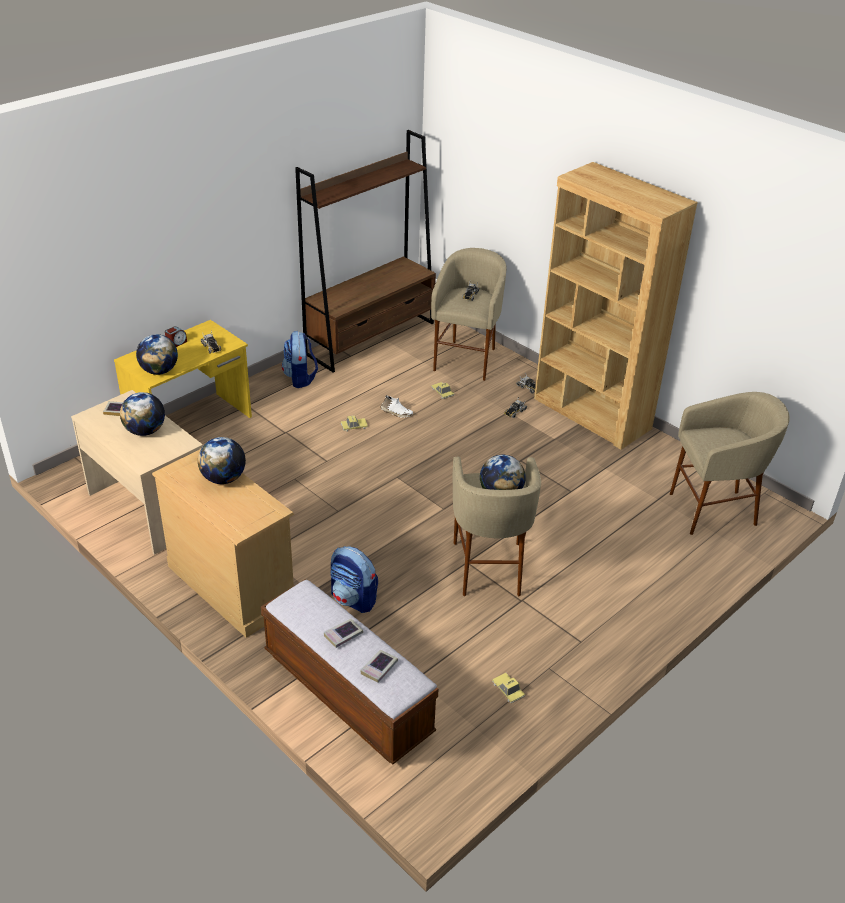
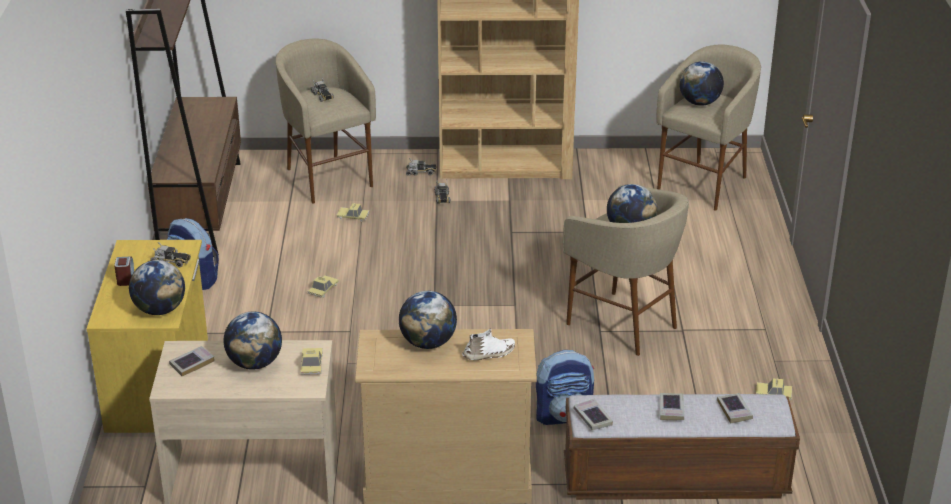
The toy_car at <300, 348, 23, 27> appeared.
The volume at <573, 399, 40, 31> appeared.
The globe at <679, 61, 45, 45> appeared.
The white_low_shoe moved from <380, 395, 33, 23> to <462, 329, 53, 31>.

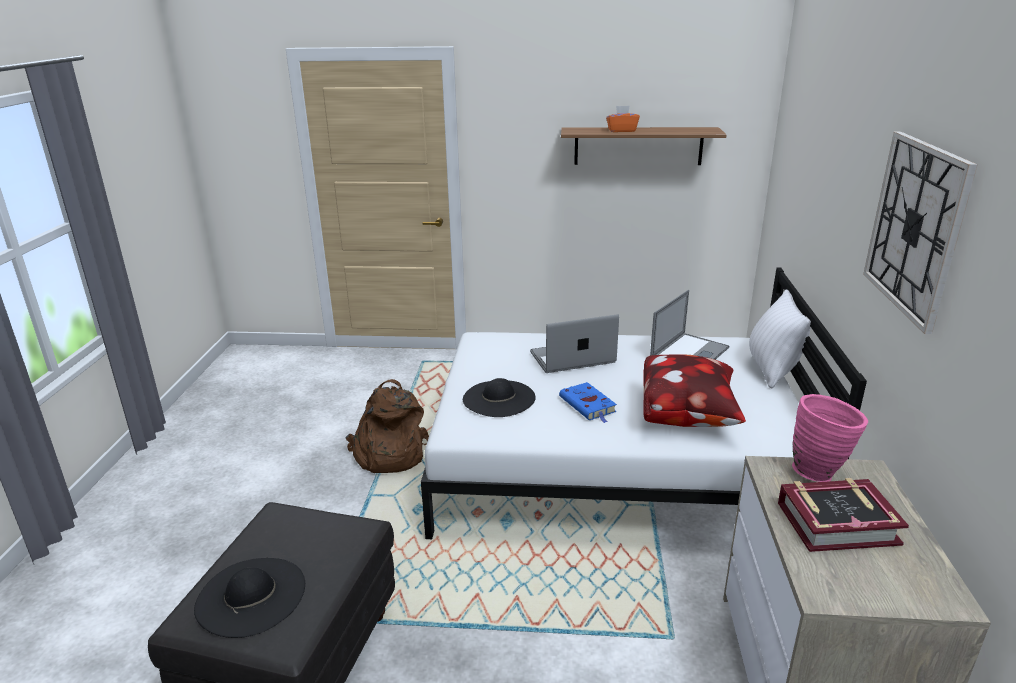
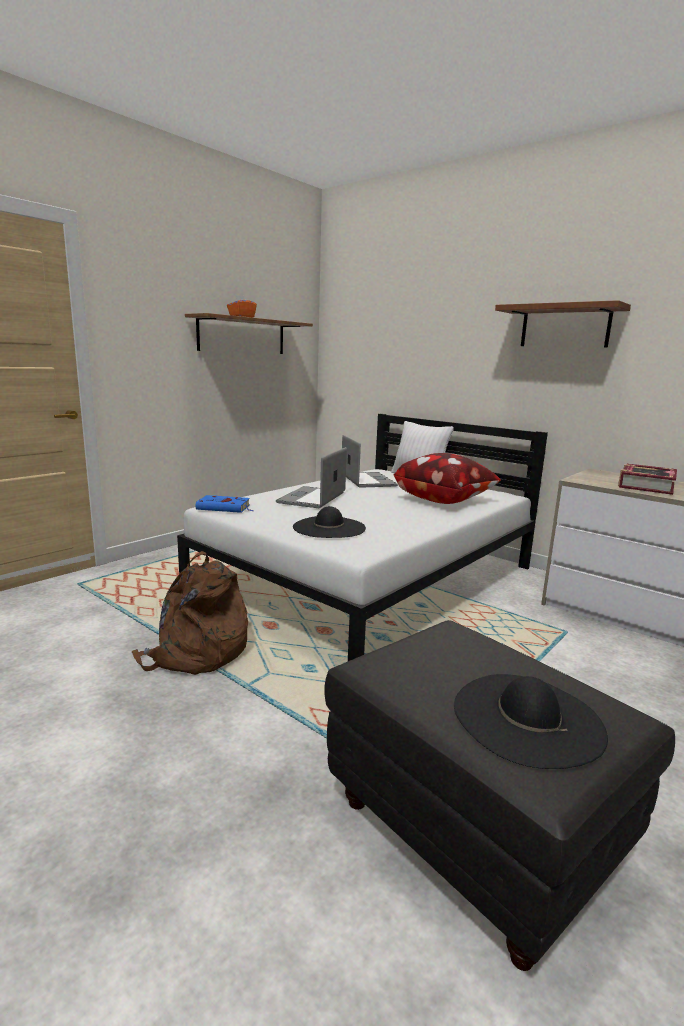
The pink_decorative_vase at <792, 394, 76, 88> disappeared.
The bluish_volume moved from <559, 382, 58, 41> to <196, 495, 58, 18>.
The wall_clock at <863, 132, 115, 202> was replaced by the brown-coloured_shelf at <495, 300, 136, 48>.

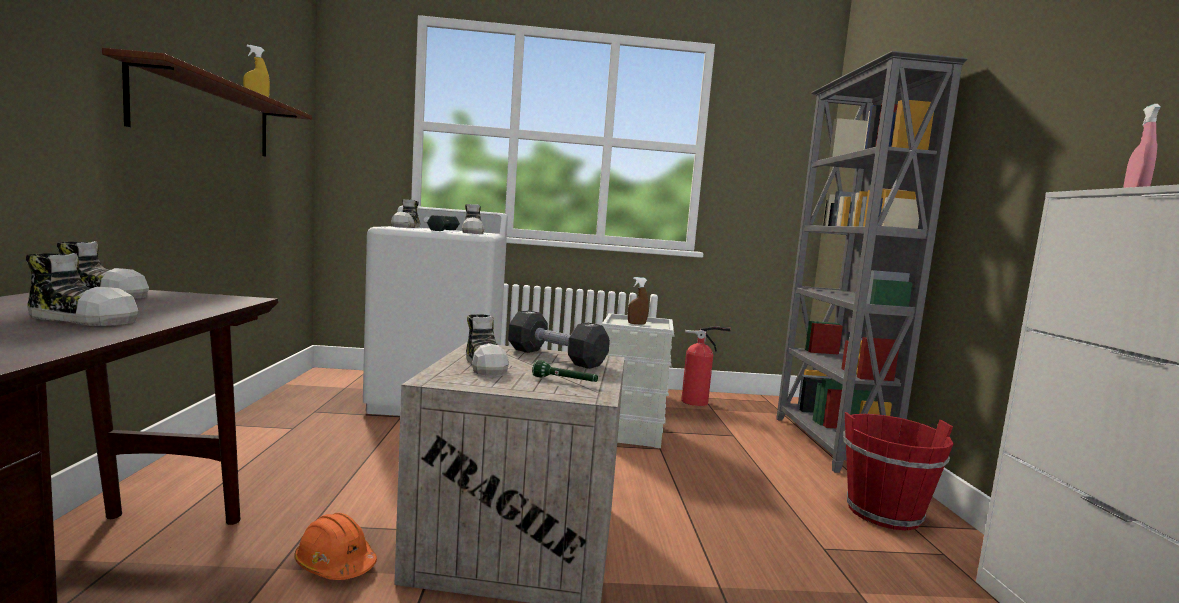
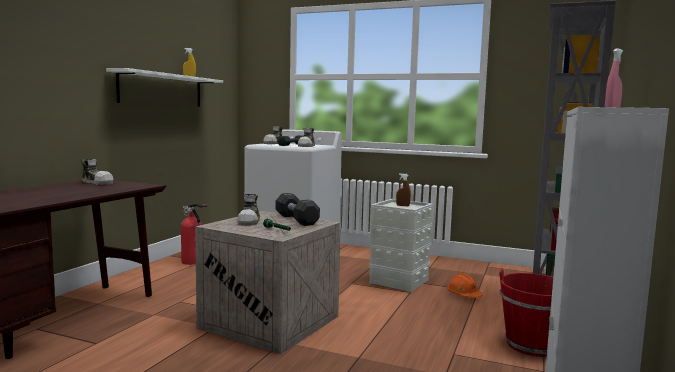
The low_shoe at <26, 253, 112, 73> disappeared.
The orange_work_helmet moved from <294, 513, 83, 67> to <447, 274, 35, 24>.
The extinguisher moved from <681, 326, 49, 80> to <181, 204, 27, 61>.
The brown-coloured_shelf at <102, 48, 210, 109> became the white_shelf at <106, 68, 117, 39>.

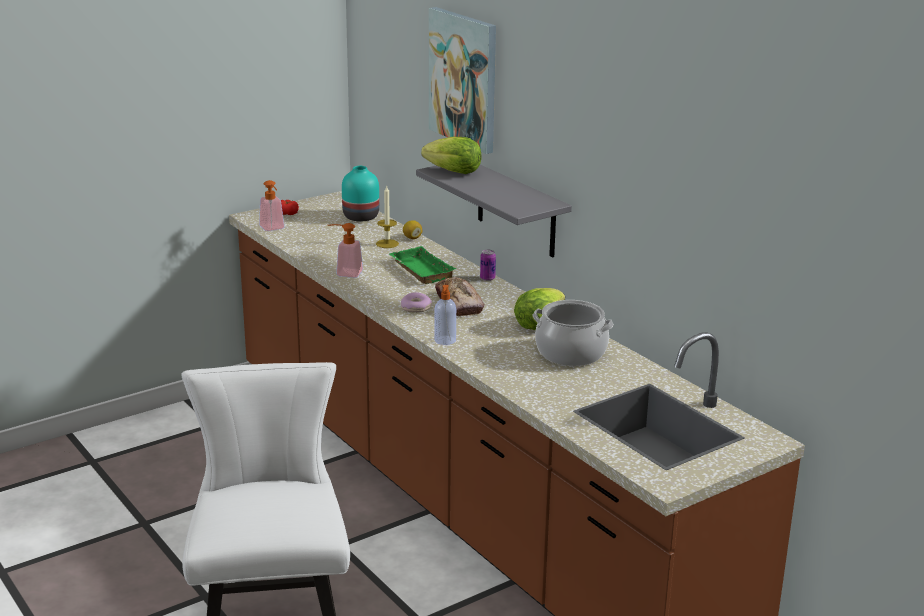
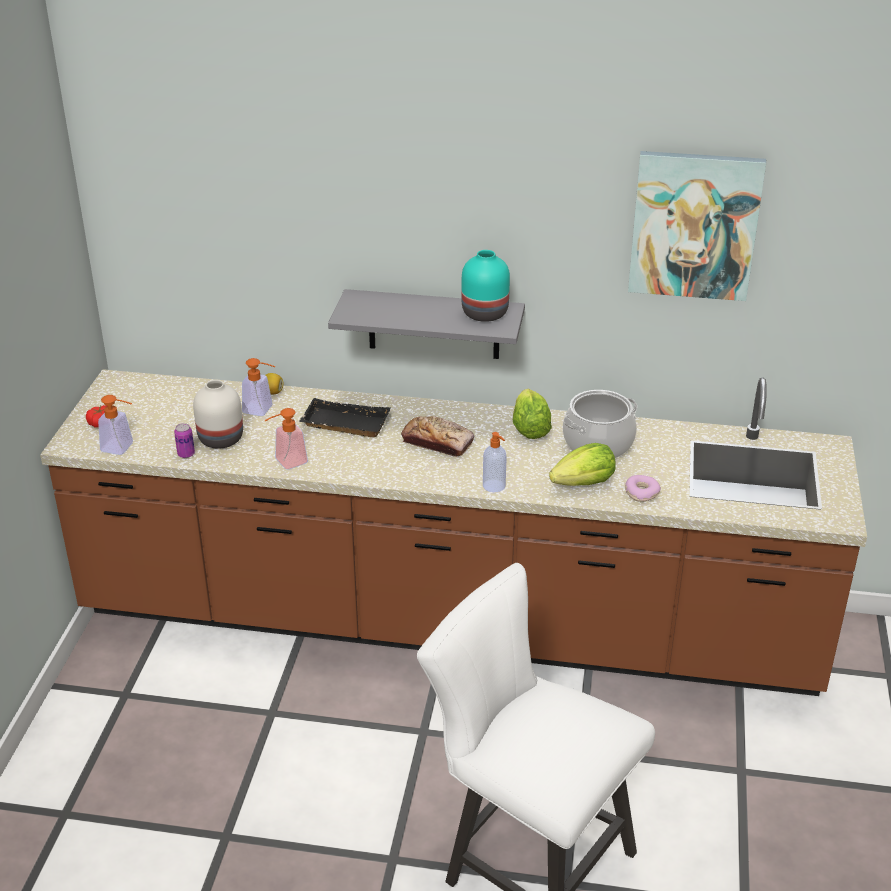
The white_decorative_vase at <193, 380, 50, 69> appeared.
The blue-green_decorative_vase moved from <342, 166, 37, 55> to <461, 250, 49, 72>.
The donut moved from <401, 292, 31, 21> to <625, 475, 36, 27>.
The lettuce moved from <421, 137, 60, 37> to <549, 443, 67, 43>.
The wall_picture moved from <429, 7, 67, 147> to <628, 151, 138, 150>.
The sealed_can moved from <480, 250, 16, 31> to <174, 423, 21, 35>.
The wax_light at <376, 185, 23, 63> was replaced by the soap_dispenser at <242, 358, 33, 58>.
The green-coloured_serving_tray at <389, 246, 67, 38> became the black_serving_tray at <299, 398, 91, 39>.

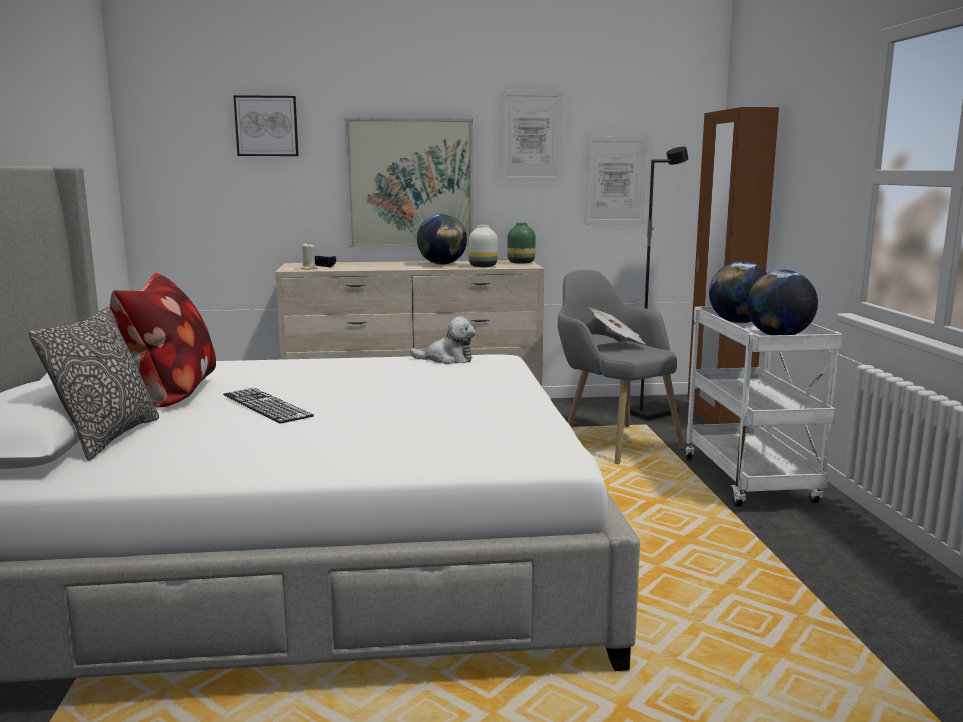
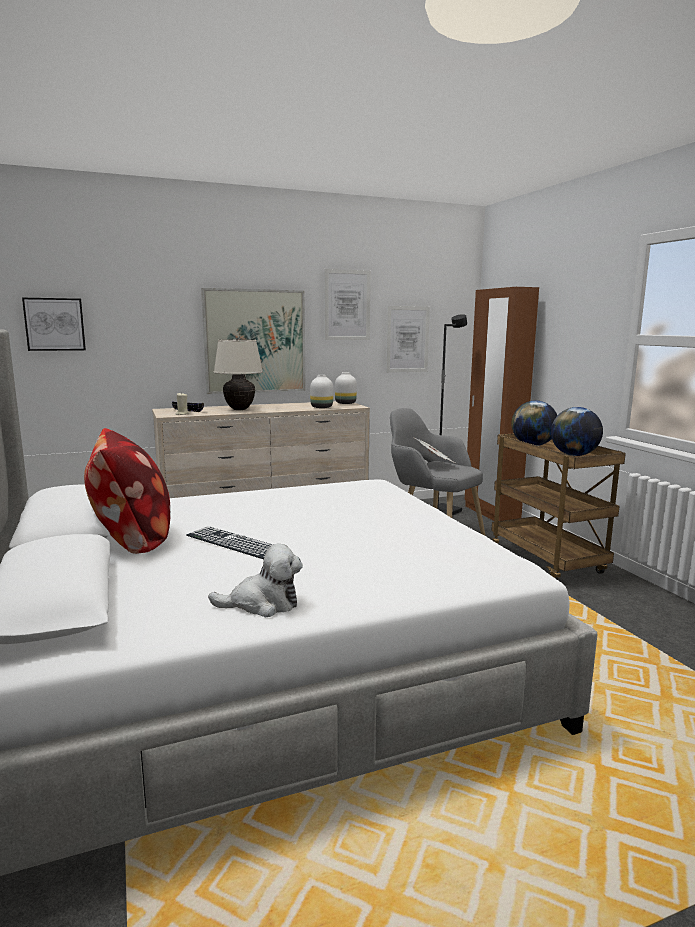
The cushion at <29, 307, 130, 154> disappeared.
The globe at <417, 214, 50, 51> disappeared.
The beige_lamp_for_a_table at <214, 339, 49, 71> appeared.
The wall_picture moved from <233, 95, 66, 61> to <22, 298, 64, 53>.
The cuddly_toy moved from <410, 316, 66, 48> to <208, 544, 95, 73>.
The green-coloured_decorative_vase at <507, 223, 29, 41> became the white_decorative_vase at <335, 372, 22, 32>.
The white_wheeled_cart at <685, 306, 158, 201> became the brown-coloured_wheeled_cart at <491, 433, 135, 147>.

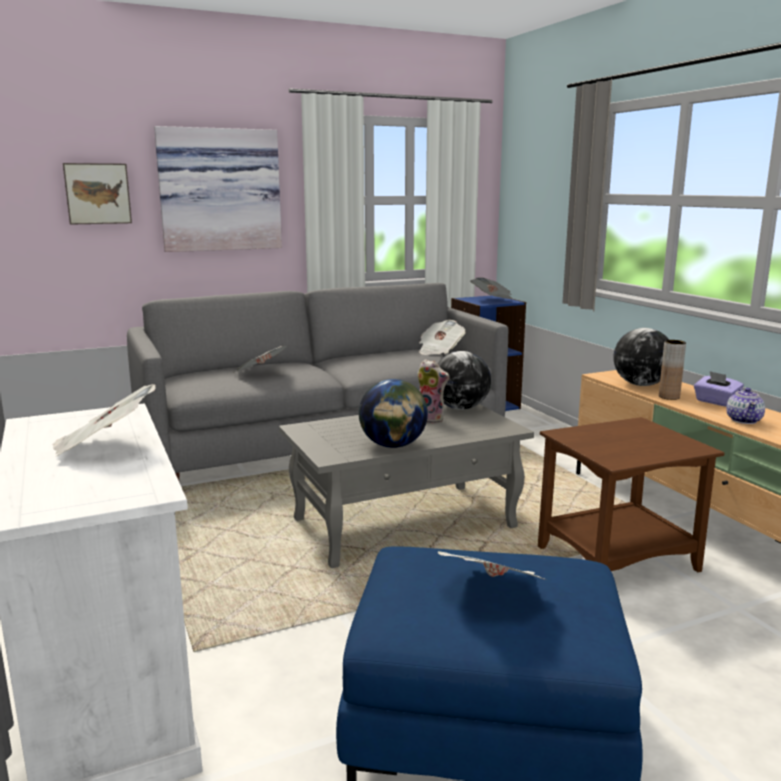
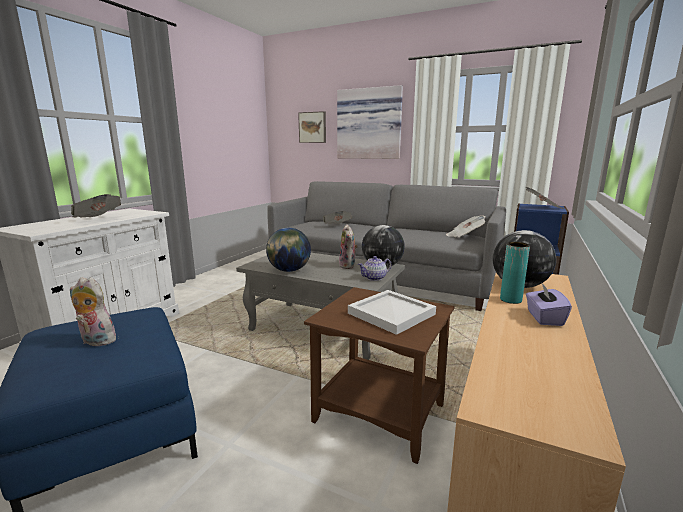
The white_serving_tray at <348, 290, 88, 45> appeared.
The tea_pot moved from <726, 388, 39, 36> to <358, 256, 33, 25>.
The daily_paper at <437, 551, 109, 29> was replaced by the cuddly_toy at <70, 277, 46, 69>.
The brown-coloured_decorative_vase at <659, 340, 27, 60> became the blue-green_decorative_vase at <500, 242, 30, 62>.

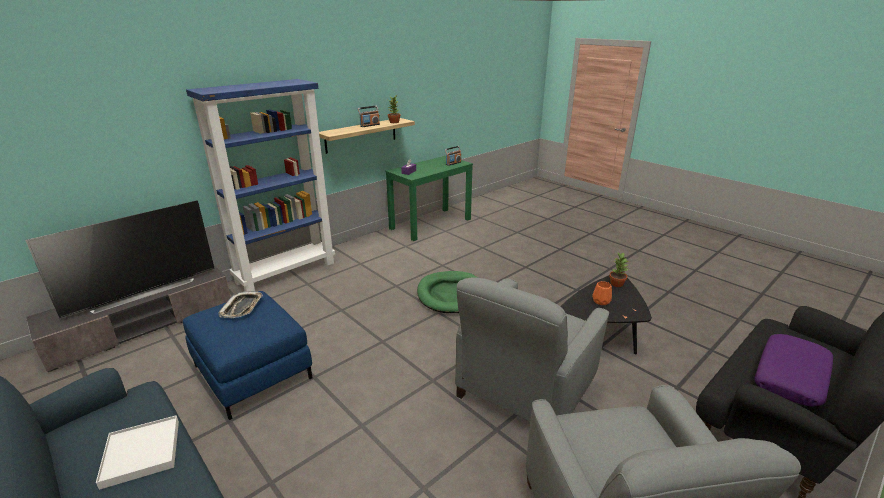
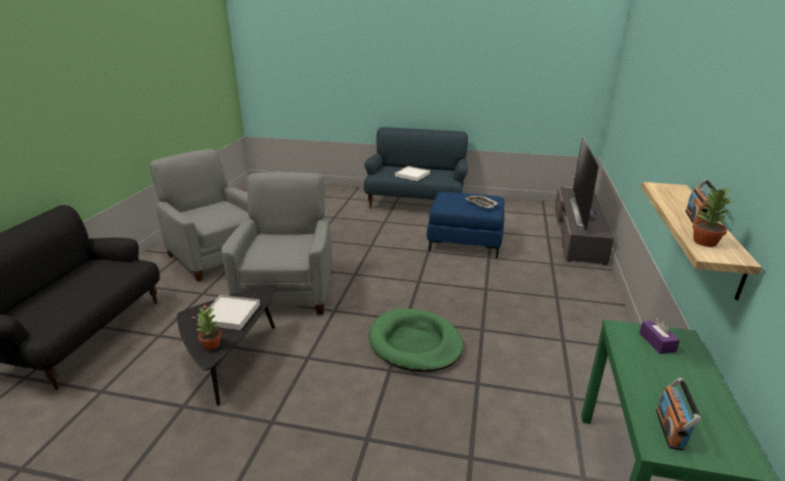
The bluish_bookcase at <186, 79, 149, 212> disappeared.
The purplish_cushion at <754, 334, 79, 73> disappeared.
The orange_decorative_vase at <592, 281, 20, 24> was replaced by the white_serving_tray at <198, 295, 62, 35>.

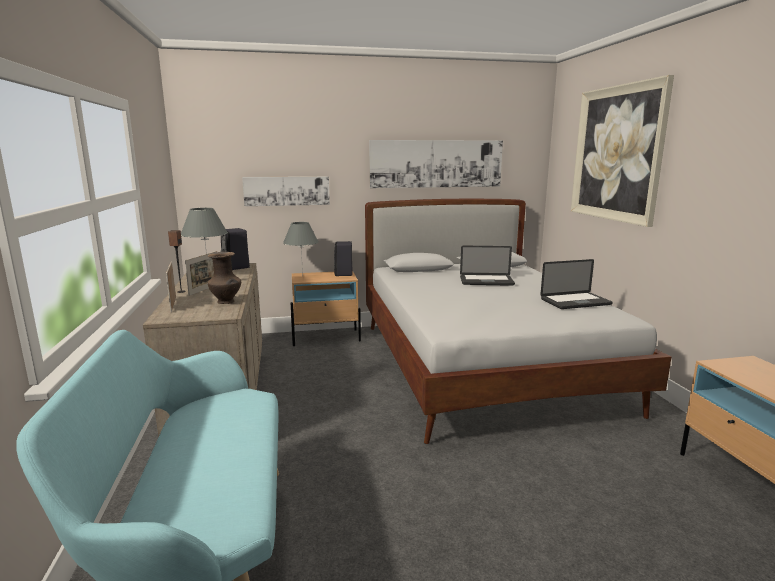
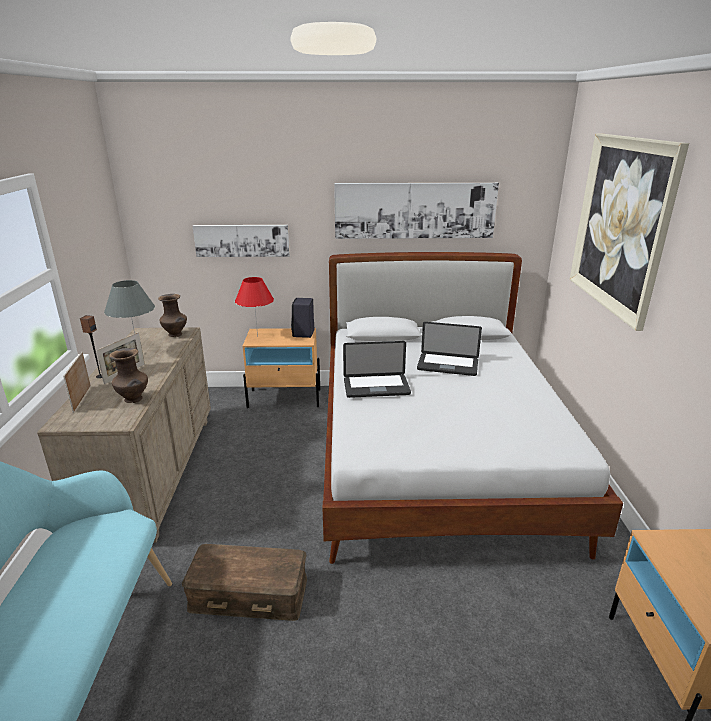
The brown-coloured_storage_container at <182, 544, 125, 77> appeared.
The notebook_computer moved from <540, 259, 72, 50> to <343, 341, 68, 57>.
The black_loudspeaker at <221, 228, 29, 42> was replaced by the brown-coloured_decorative_vase at <158, 294, 29, 43>.
The gray_lamp_for_a_table at <283, 222, 36, 56> became the red_lamp_for_a_table at <235, 277, 39, 60>.

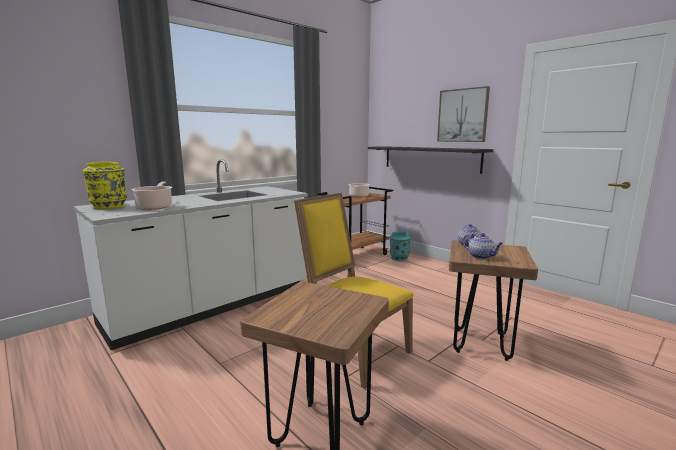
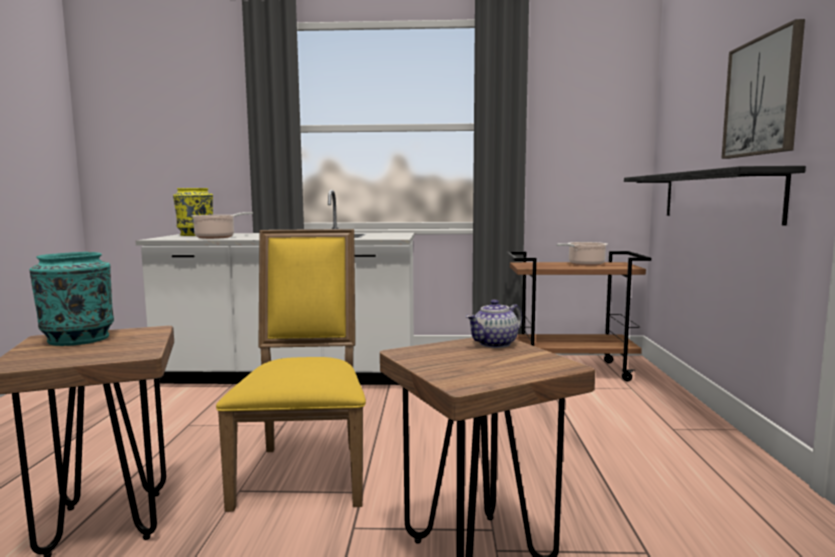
The tea_pot at <462, 233, 41, 26> disappeared.
The blue-green_decorative_vase moved from <390, 232, 21, 29> to <29, 252, 85, 94>.

